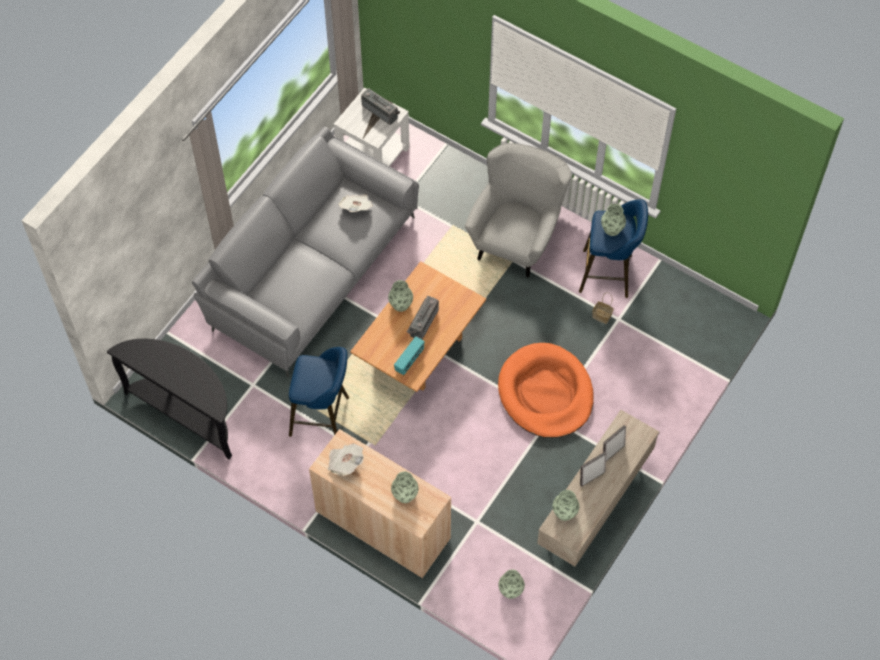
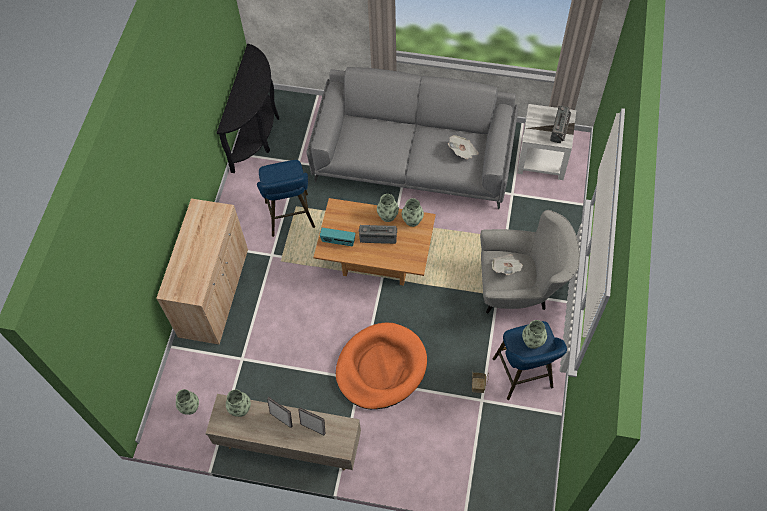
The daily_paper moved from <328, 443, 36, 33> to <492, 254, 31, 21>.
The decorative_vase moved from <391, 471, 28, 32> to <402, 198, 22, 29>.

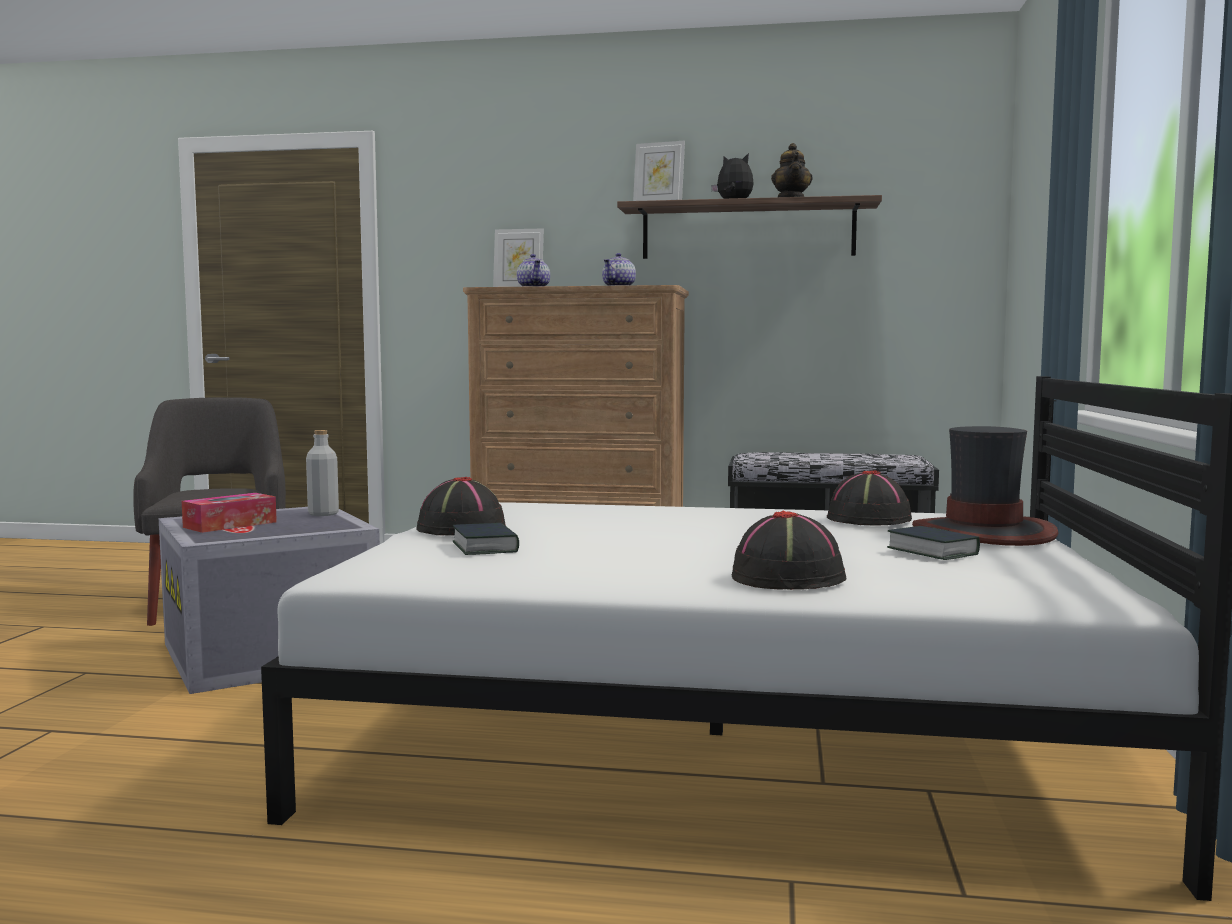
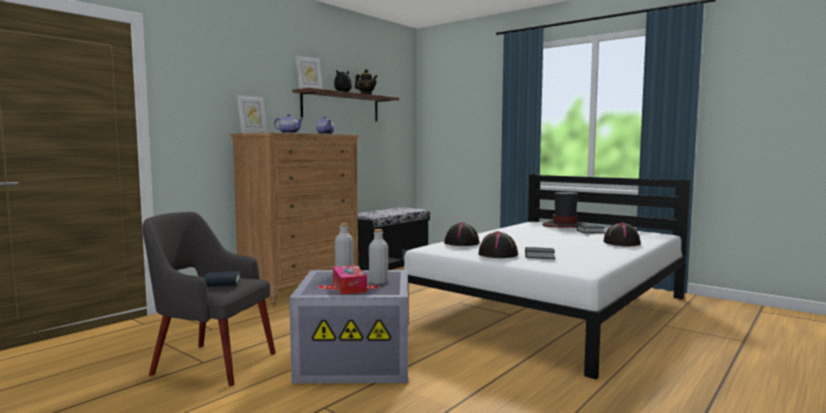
The volume at <203, 271, 38, 16> appeared.
The gray_bottle at <369, 229, 19, 55> appeared.
The black_wearable_hat moved from <826, 470, 86, 55> to <444, 222, 36, 24>.

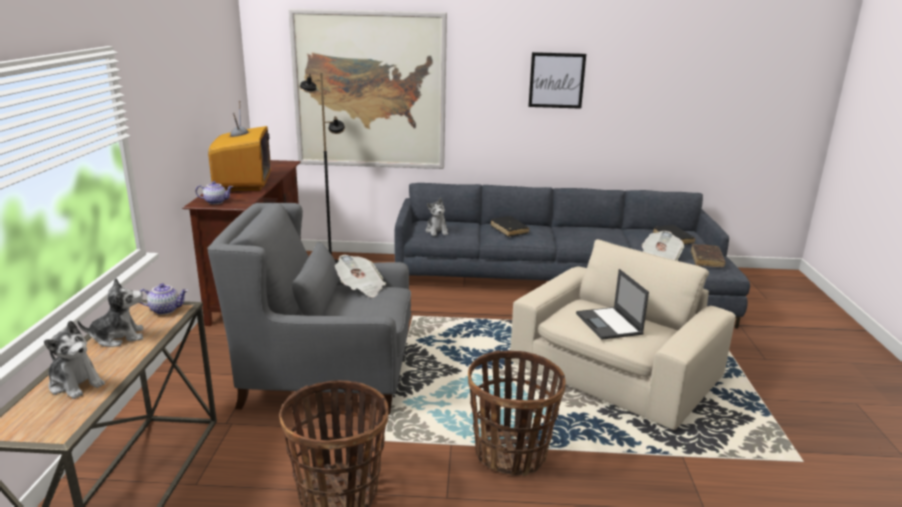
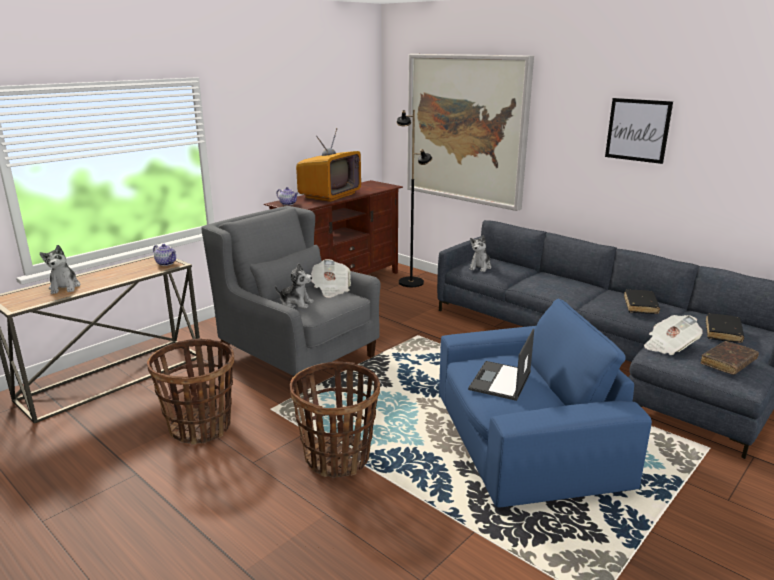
The cuddly_toy moved from <77, 277, 66, 70> to <275, 263, 39, 45>.
The black_volume moved from <491, 216, 38, 21> to <624, 289, 36, 25>.
The beige_easy_chair at <510, 239, 226, 191> became the bluish_easy_chair at <439, 299, 213, 209>.

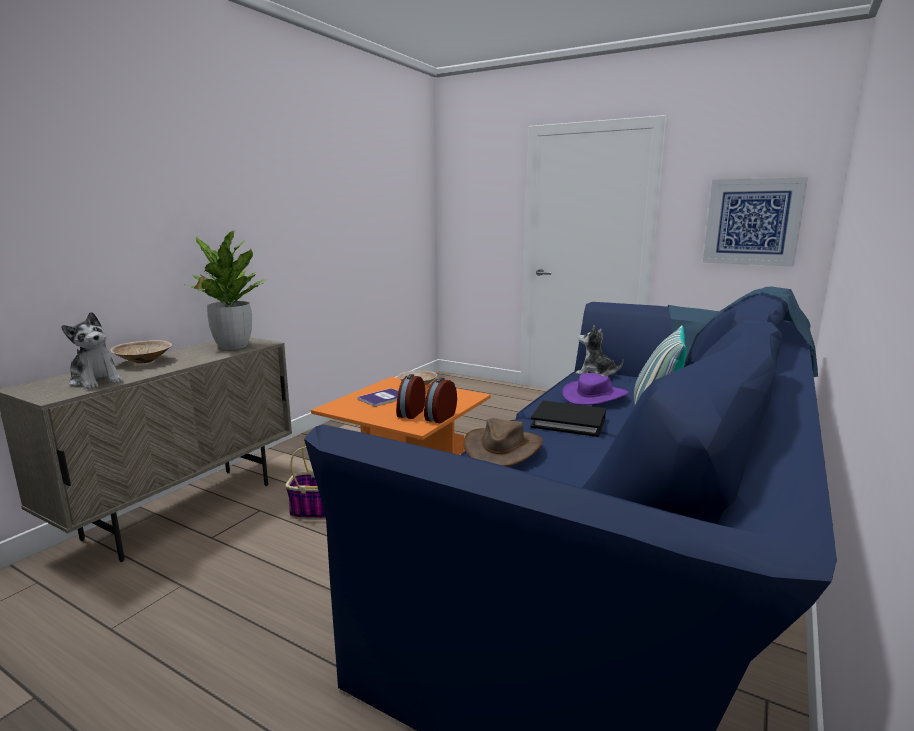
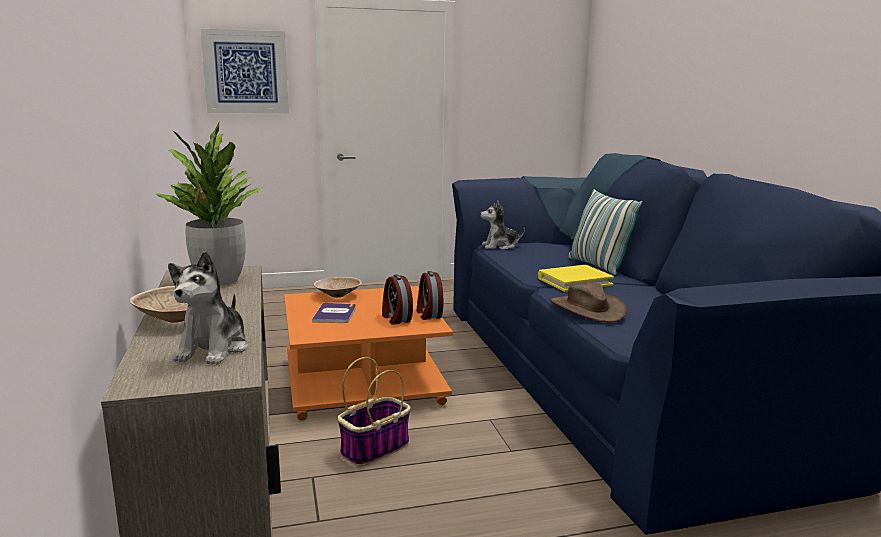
The purplish_wearable_hat at <562, 373, 67, 32> disappeared.
The wall_picture moved from <703, 177, 105, 89> to <201, 29, 88, 84>.
The black_volume at <530, 401, 76, 36> became the yellow_volume at <538, 265, 76, 27>.
The cuddly_toy at <61, 312, 62, 77> turned 105 degrees clockwise.

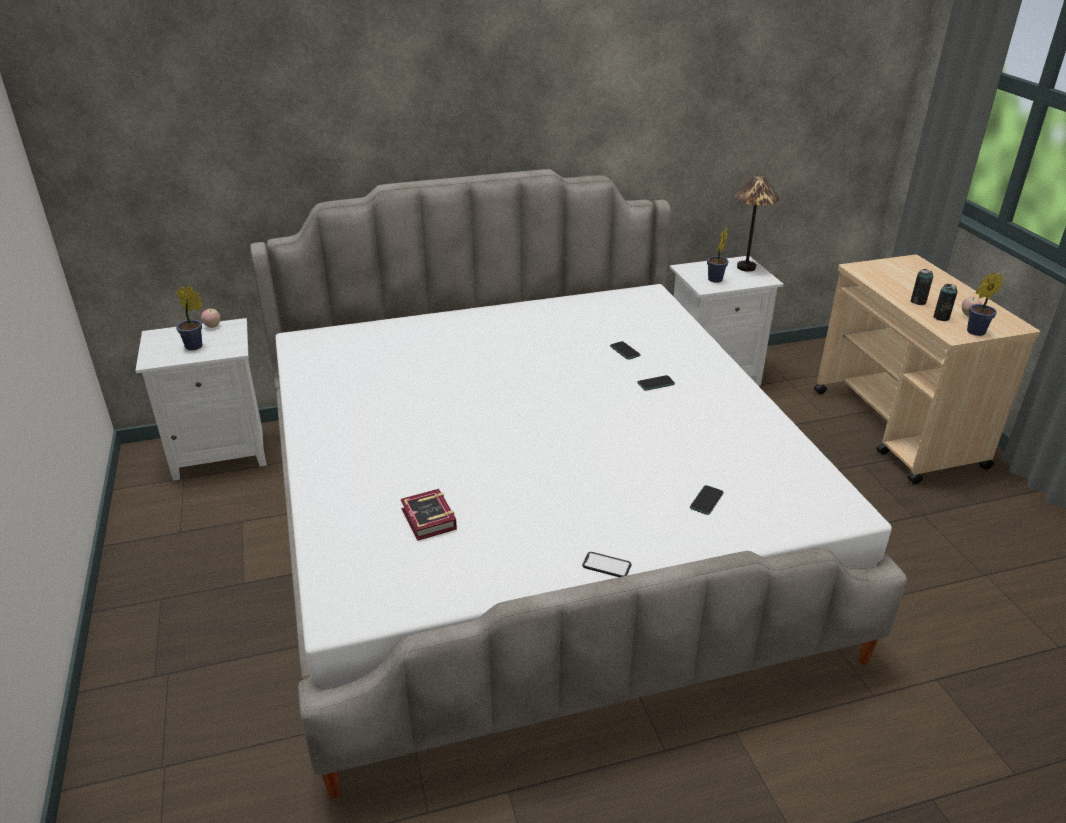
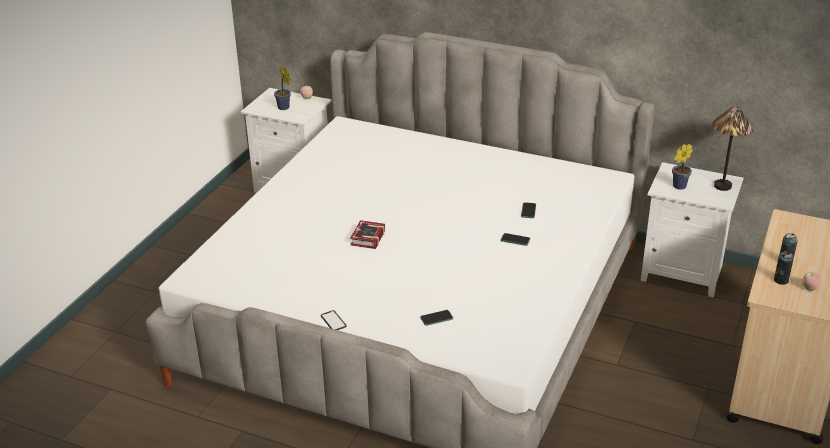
The houseplant at <967, 273, 36, 63> disappeared.
The volume moved from <401, 489, 56, 52> to <350, 220, 35, 29>.

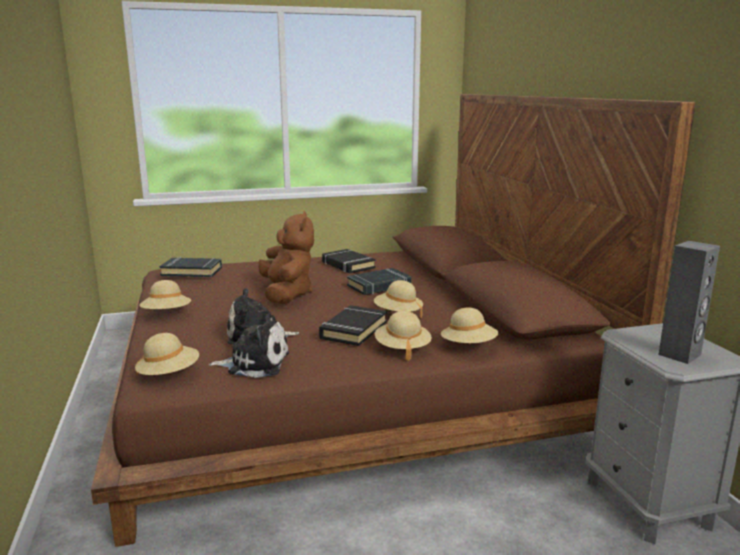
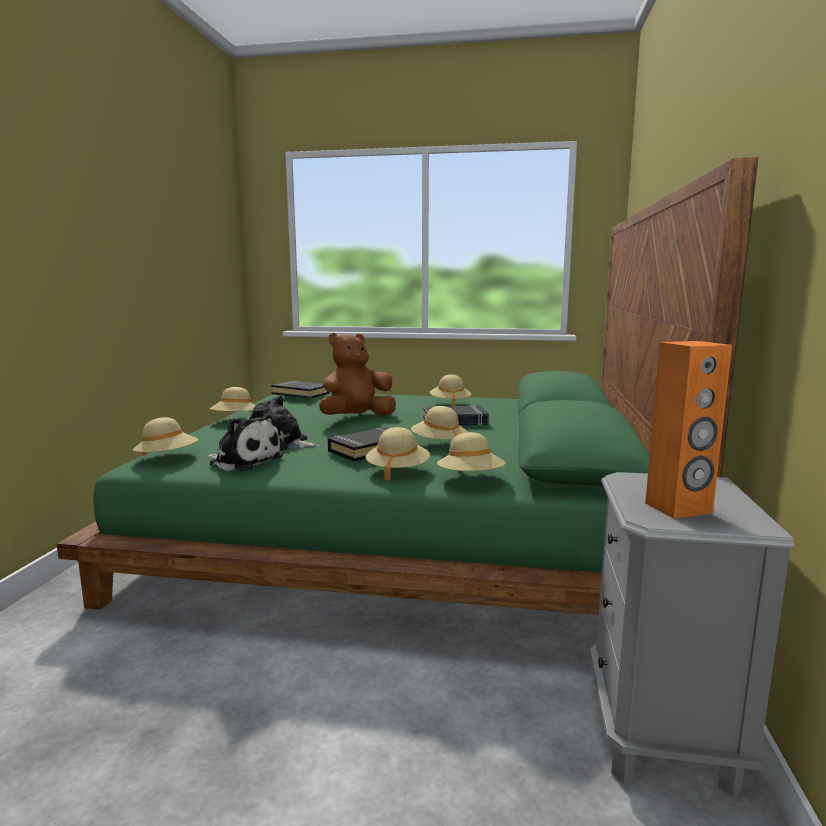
The black_volume at <322, 249, 53, 24> was replaced by the beige_wearable_hat at <430, 374, 41, 32>.
The brown-coloured_sleeping_bed at <91, 94, 605, 453> became the green-coloured_sleeping_bed at <57, 157, 701, 458>.
The gray_loudspeaker at <658, 241, 62, 123> became the orange_loudspeaker at <645, 341, 87, 178>.
The brown-coloured_cuddly_toy at <258, 211, 56, 93> turned 135 degrees counterclockwise.

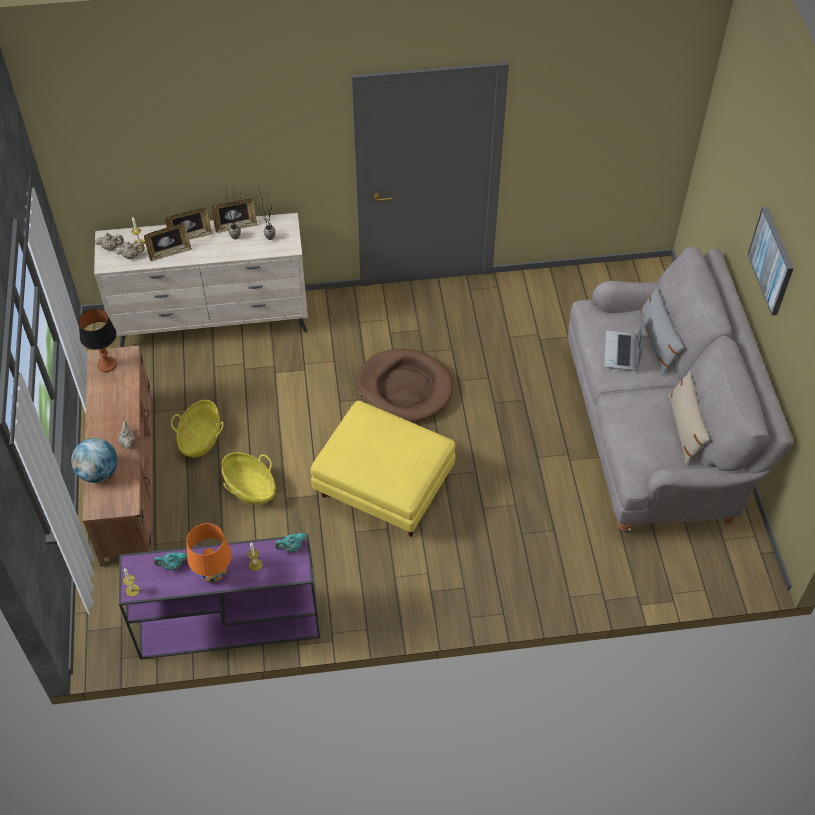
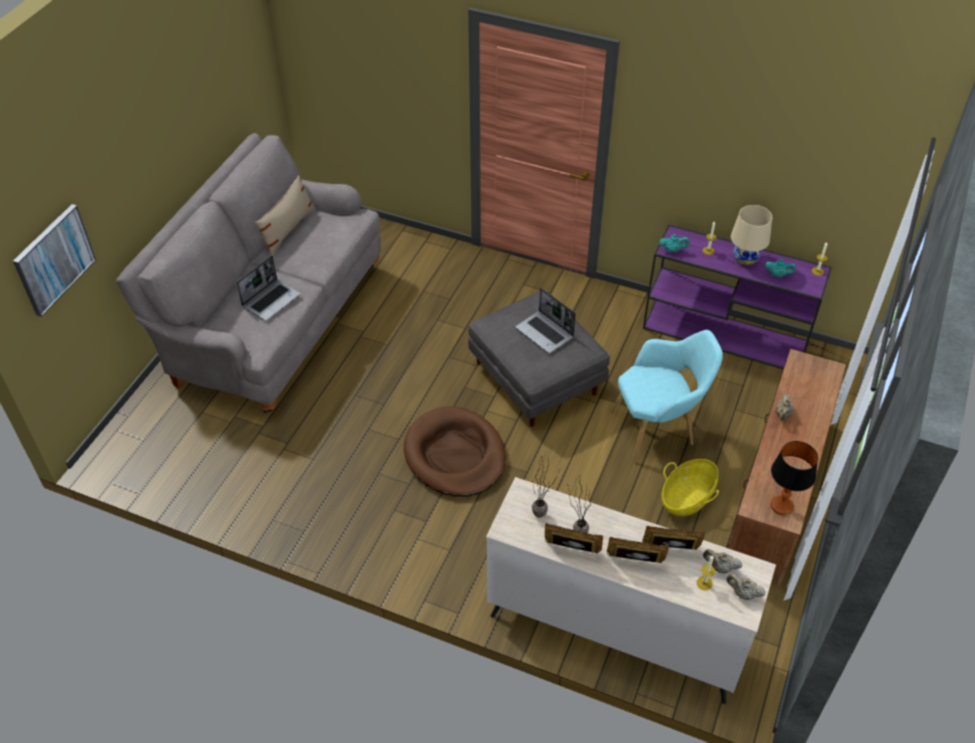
The globe at <71, 438, 47, 45> disappeared.
The gray_cushion at <637, 287, 47, 89> disappeared.
The notebook_computer at <516, 288, 60, 65> appeared.
The wall_picture moved from <747, 207, 47, 108> to <13, 204, 83, 113>.
The storage_basket at <221, 452, 55, 53> was replaced by the blue-green_easy_chair at <611, 330, 112, 133>.
The orange_lamp_for_a_table at <186, 523, 46, 59> became the beige_lamp_for_a_table at <731, 205, 41, 60>.
The yellow_pouffe at <311, 401, 144, 136> became the gray_pouffe at <468, 290, 142, 137>.

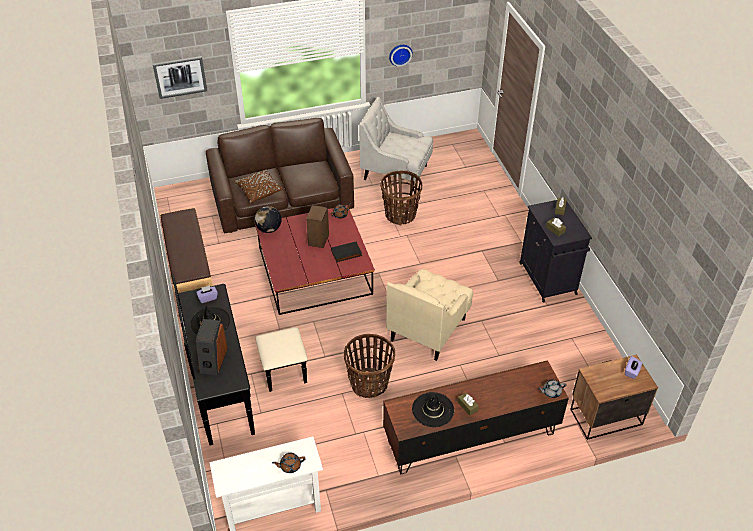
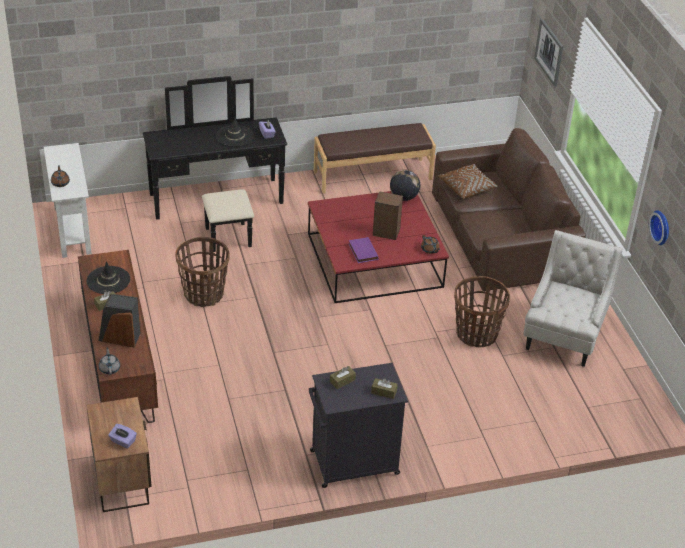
The beige_easy_chair at <386, 269, 87, 92> disappeared.
The loudspeaker moved from <196, 319, 32, 56> to <99, 294, 42, 53>.
The black_volume at <331, 241, 31, 21> became the purplish_volume at <349, 237, 30, 26>.

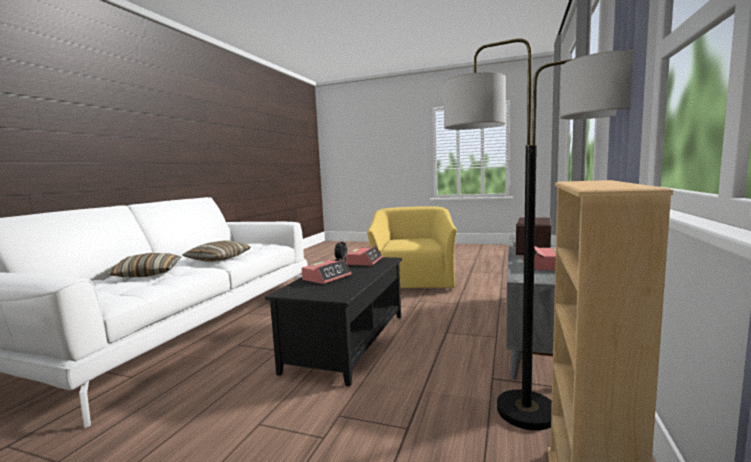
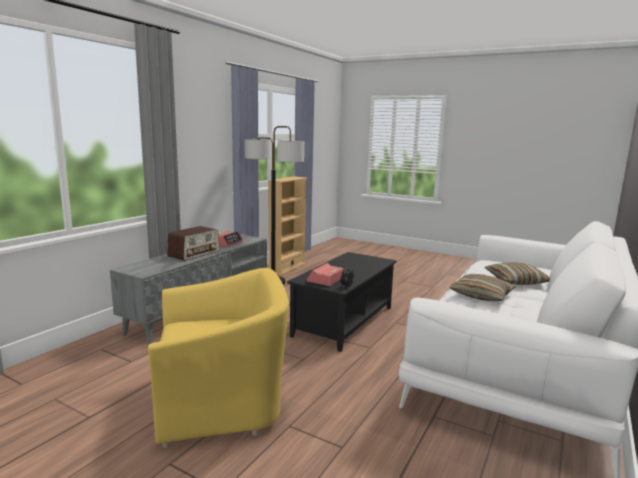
The table_clock at <302, 259, 50, 25> disappeared.
The yellow_easy_chair at <367, 206, 90, 85> turned 120 degrees counterclockwise.

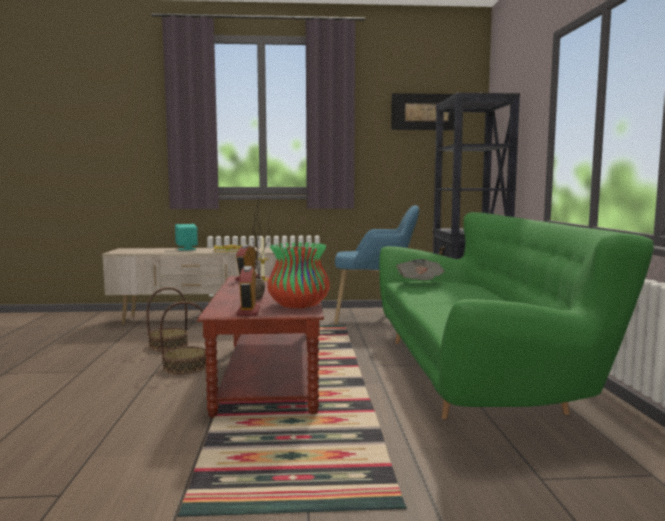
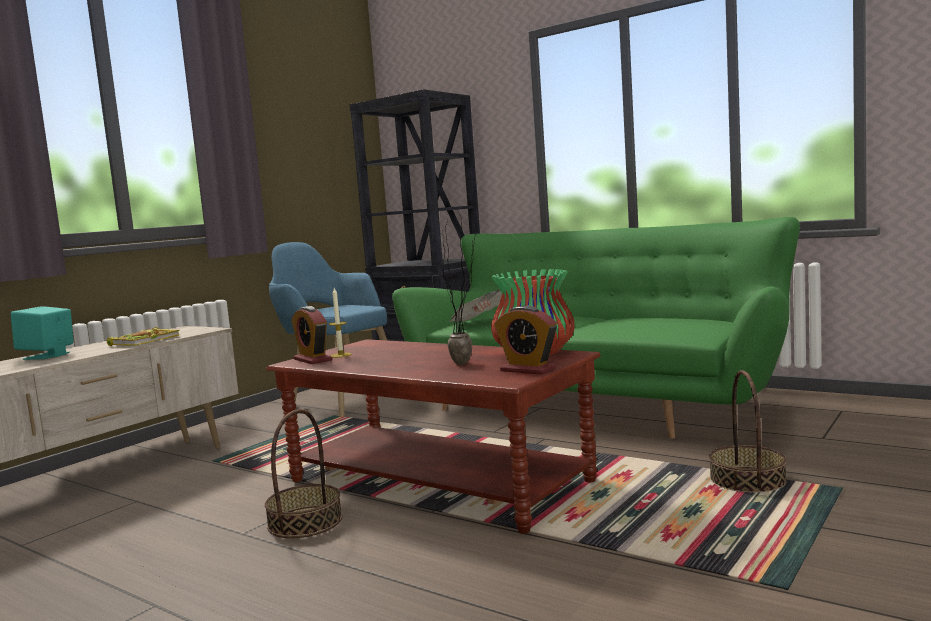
The wall_picture at <391, 93, 64, 37> disappeared.
The storage_basket moved from <147, 287, 41, 64> to <709, 370, 77, 123>.
The bluish_easy_chair at <334, 205, 85, 120> turned 90 degrees counterclockwise.

